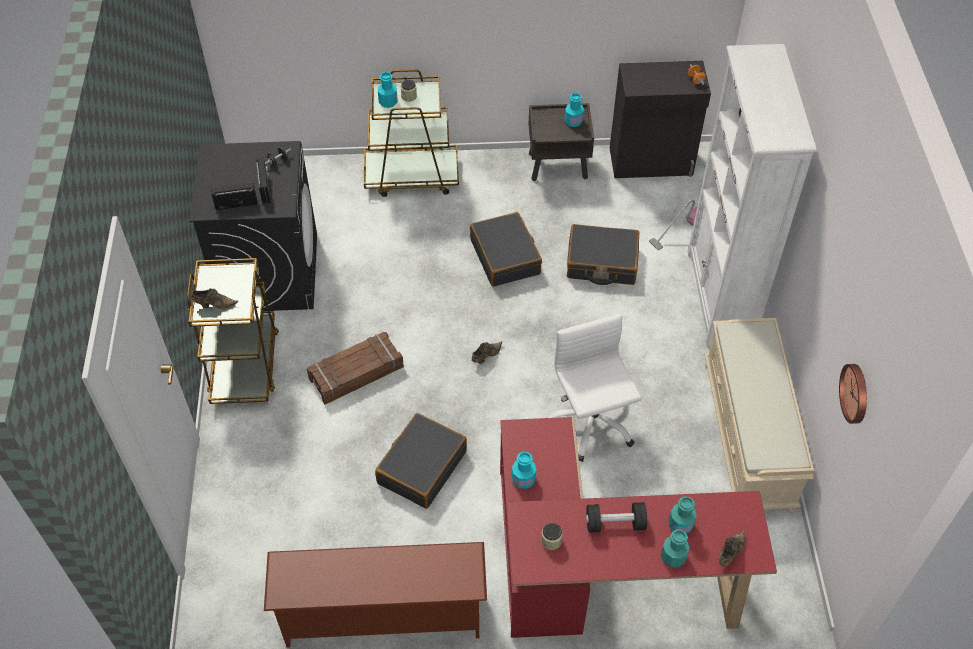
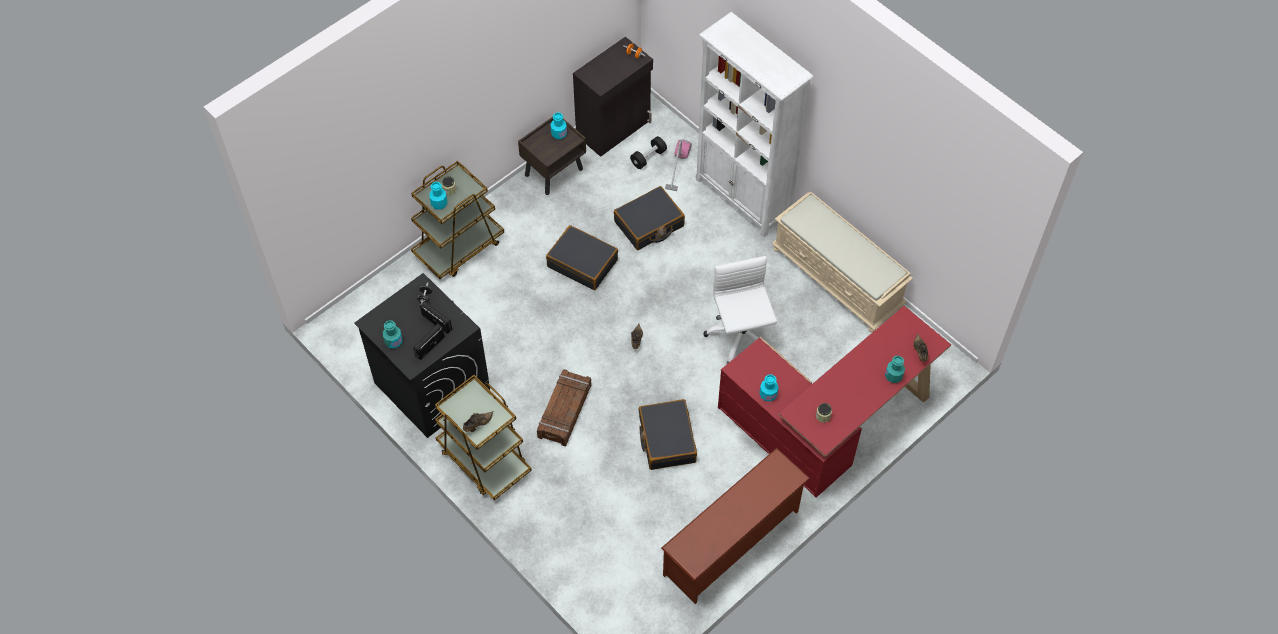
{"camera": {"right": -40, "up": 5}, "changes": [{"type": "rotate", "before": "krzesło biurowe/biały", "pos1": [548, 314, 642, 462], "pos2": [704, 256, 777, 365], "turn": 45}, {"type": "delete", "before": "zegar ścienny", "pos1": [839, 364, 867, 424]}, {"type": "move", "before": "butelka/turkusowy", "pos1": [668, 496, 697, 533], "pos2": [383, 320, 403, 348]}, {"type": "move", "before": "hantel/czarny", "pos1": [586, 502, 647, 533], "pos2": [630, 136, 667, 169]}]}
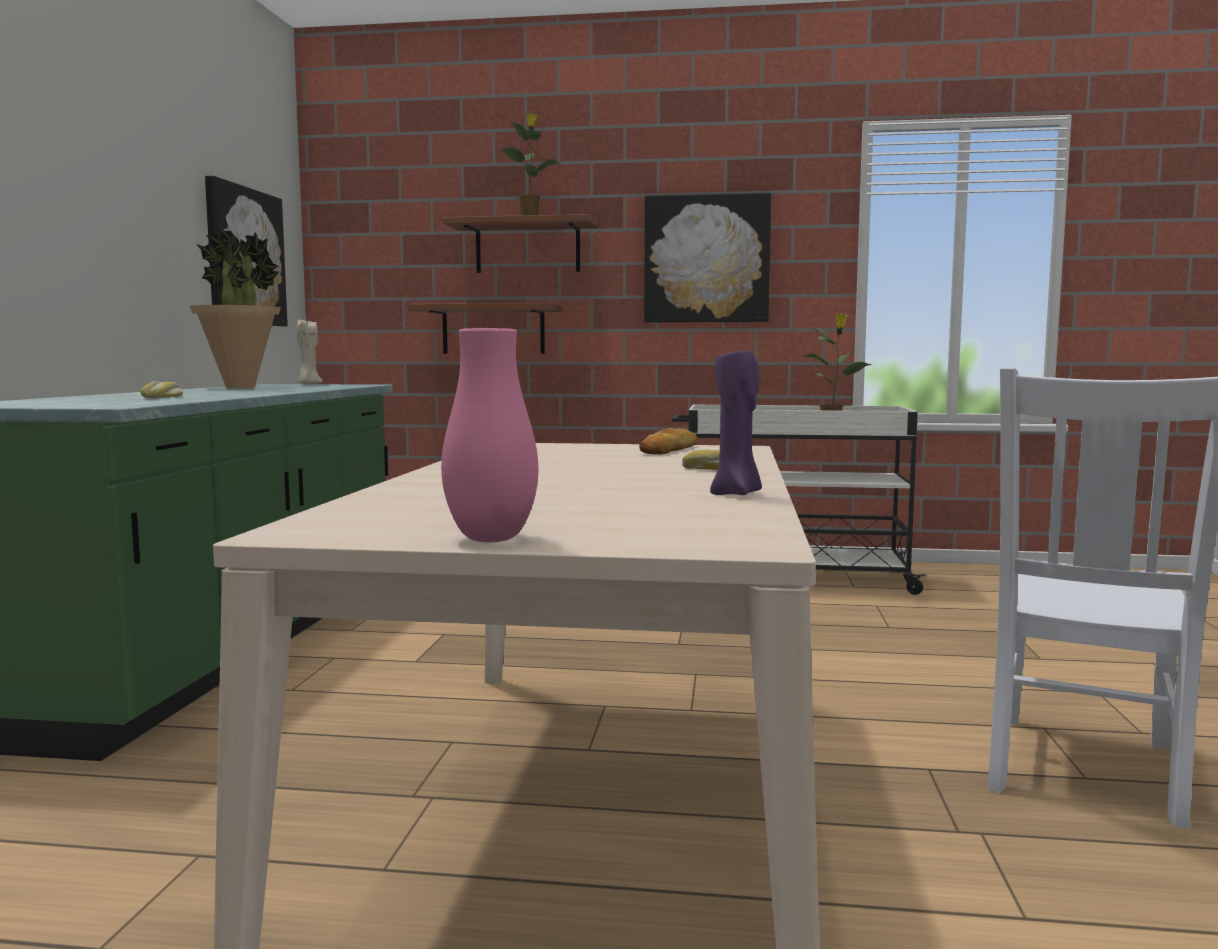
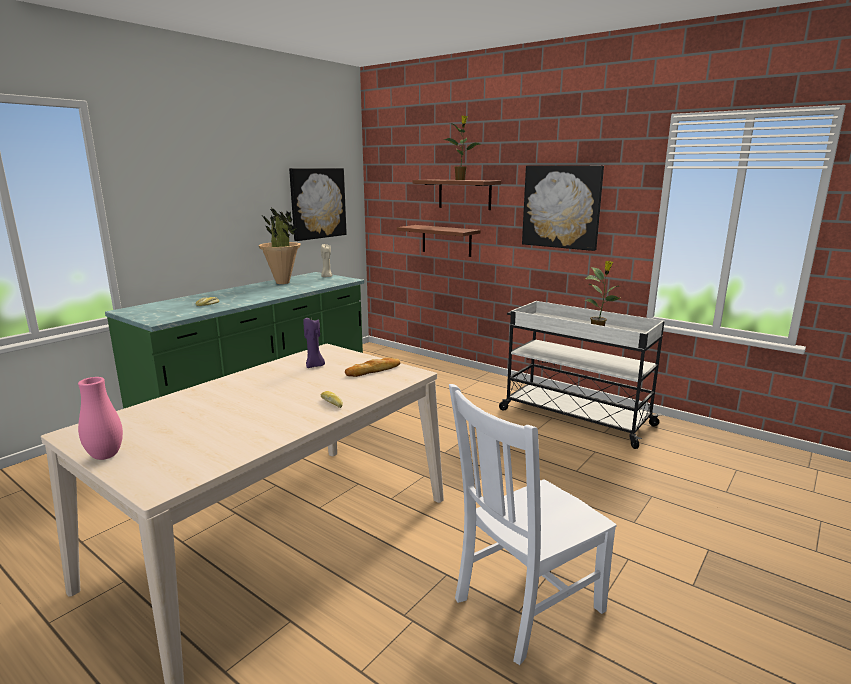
{"camera": {"right": 30, "up": 10}, "changes": [{"type": "move", "before": "świeca/fioletowy", "pos1": [710, 347, 762, 495], "pos2": [303, 318, 325, 368]}]}
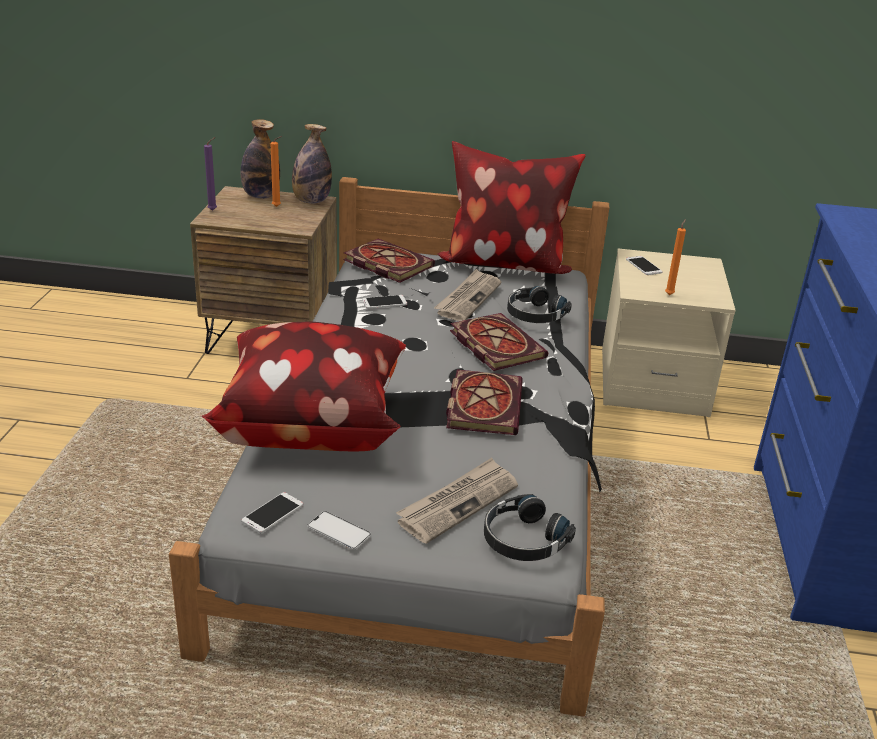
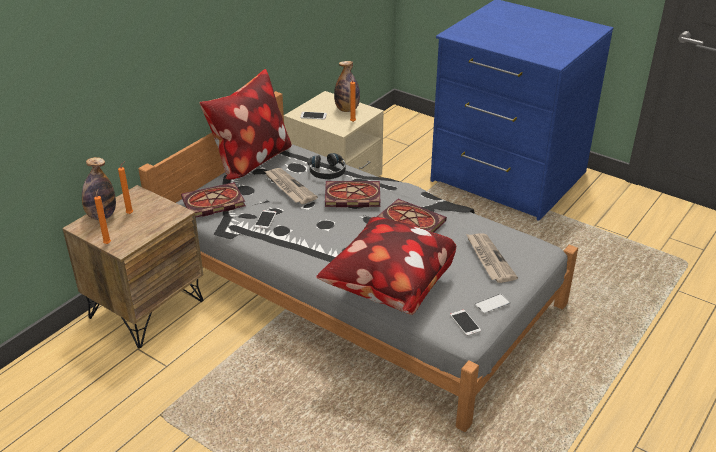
{"camera": {"right": -60, "up": 5}, "changes": [{"type": "move", "before": "butelka", "pos1": [292, 124, 332, 204], "pos2": [334, 61, 360, 112]}, {"type": "recolor", "before": "świeca/fioletowy", "after": "świeca/pomarańczowy", "pos1": [204, 137, 217, 211], "pos2": [94, 189, 111, 244]}, {"type": "delete", "before": "słuchawki/czarny", "pos1": [484, 494, 576, 561]}]}
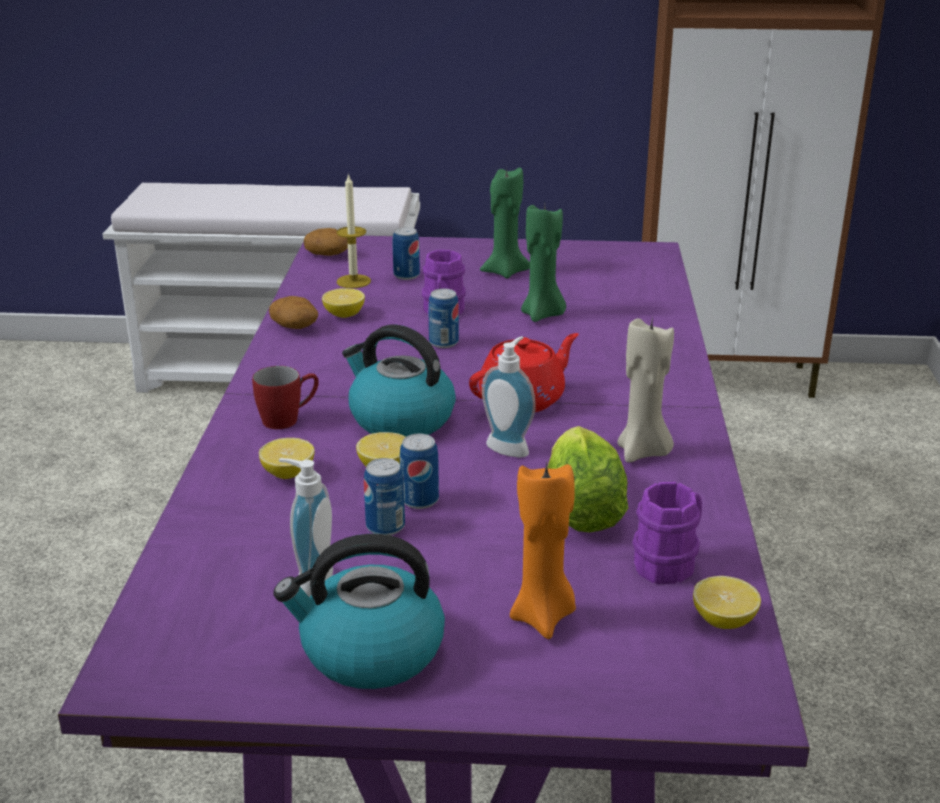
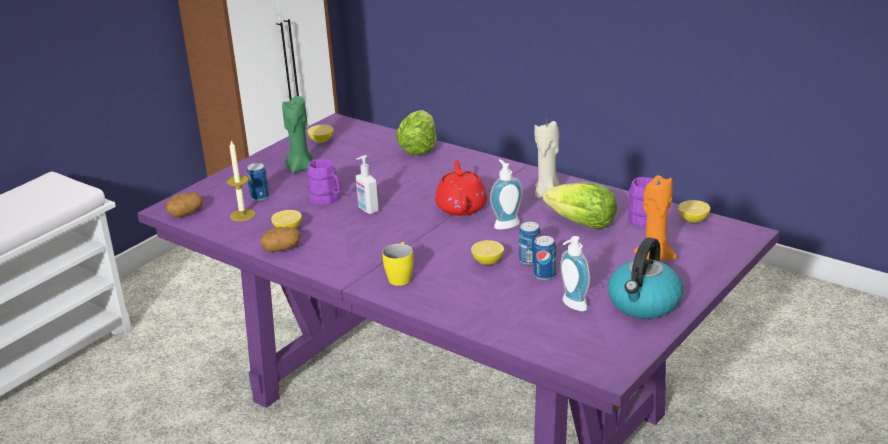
{"camera": {"right": -55, "up": 0}, "changes": [{"type": "delete", "before": "świeca/zielony", "pos1": [521, 205, 566, 322]}, {"type": "replace", "before": "puszka", "after": "dozownik mydła", "pos1": [428, 289, 459, 348], "pos2": [356, 155, 379, 214]}, {"type": "delete", "before": "czajnik", "pos1": [342, 325, 456, 437]}, {"type": "recolor", "before": "kubek/czerwony", "after": "kubek/żółty", "pos1": [252, 366, 319, 429], "pos2": [382, 242, 413, 286]}, {"type": "move", "before": "cytryna", "pos1": [259, 438, 315, 479], "pos2": [307, 125, 334, 143]}, {"type": "insert", "after": "sałata", "pos2": [396, 110, 437, 155]}]}
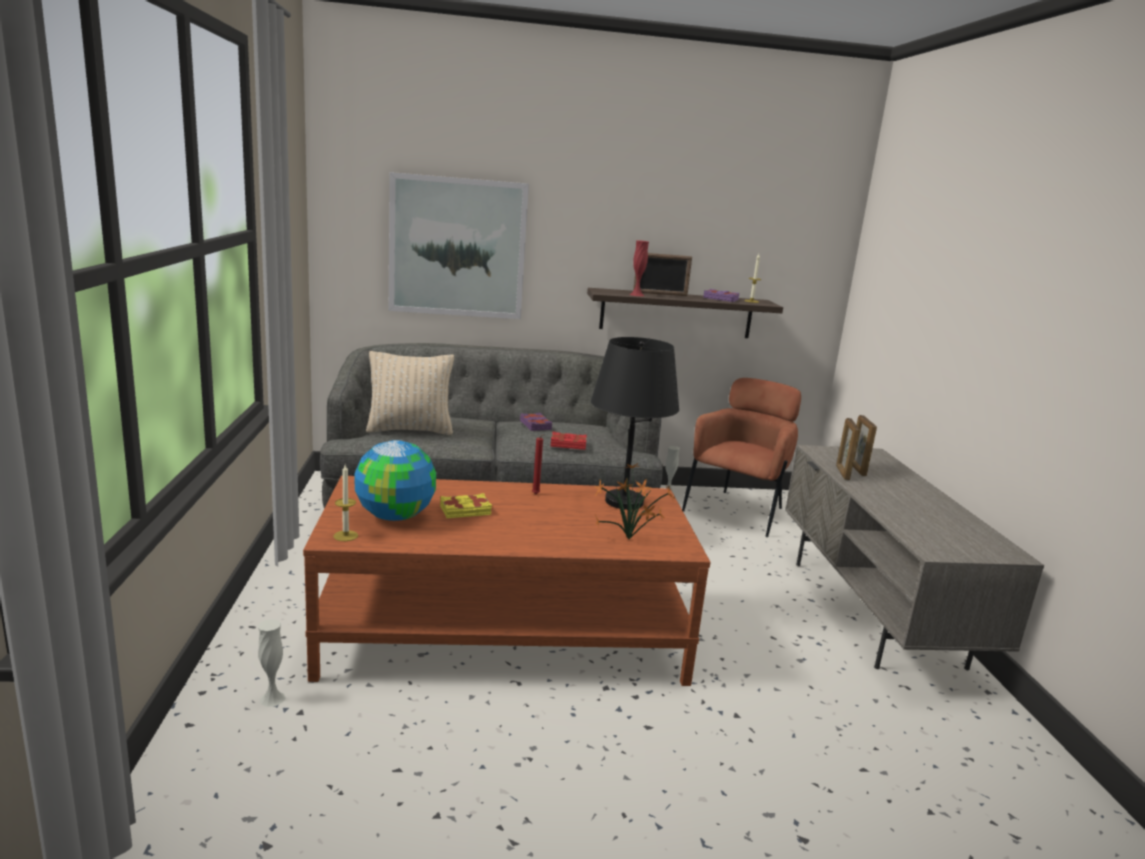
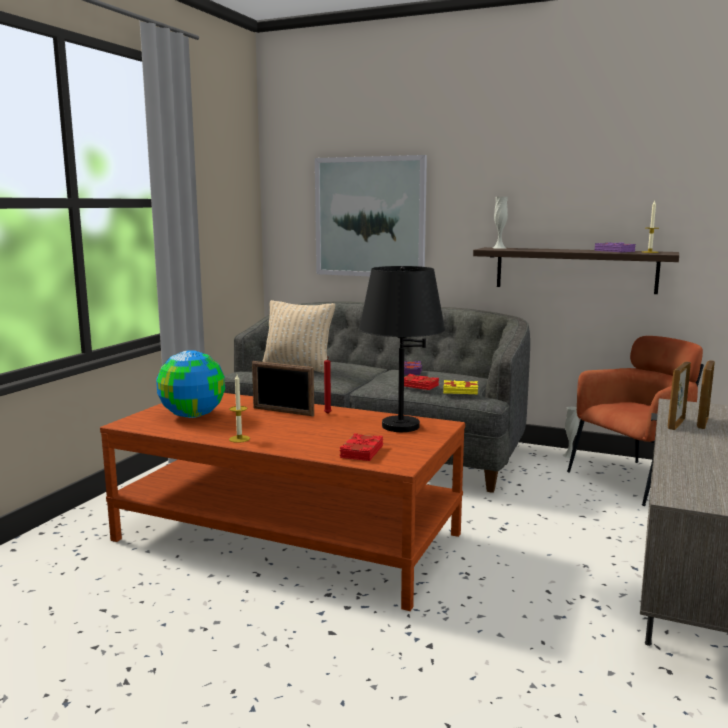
{"camera": {"right": 30, "up": -5}, "changes": [{"type": "delete", "before": "wazon/czerwony", "pos1": [629, 240, 649, 296]}, {"type": "move", "before": "ramka na zdjęcie", "pos1": [633, 253, 692, 296], "pos2": [252, 361, 314, 416]}, {"type": "replace", "before": "roślina doniczkowa", "after": "książka/czerwony", "pos1": [594, 463, 676, 540], "pos2": [340, 433, 383, 461]}, {"type": "move", "before": "świeca", "pos1": [333, 465, 358, 541], "pos2": [229, 375, 250, 443]}, {"type": "move", "before": "książka/żółty", "pos1": [440, 493, 492, 518], "pos2": [443, 380, 478, 394]}, {"type": "move", "before": "wazon/biały", "pos1": [258, 619, 286, 707], "pos2": [493, 197, 508, 249]}]}
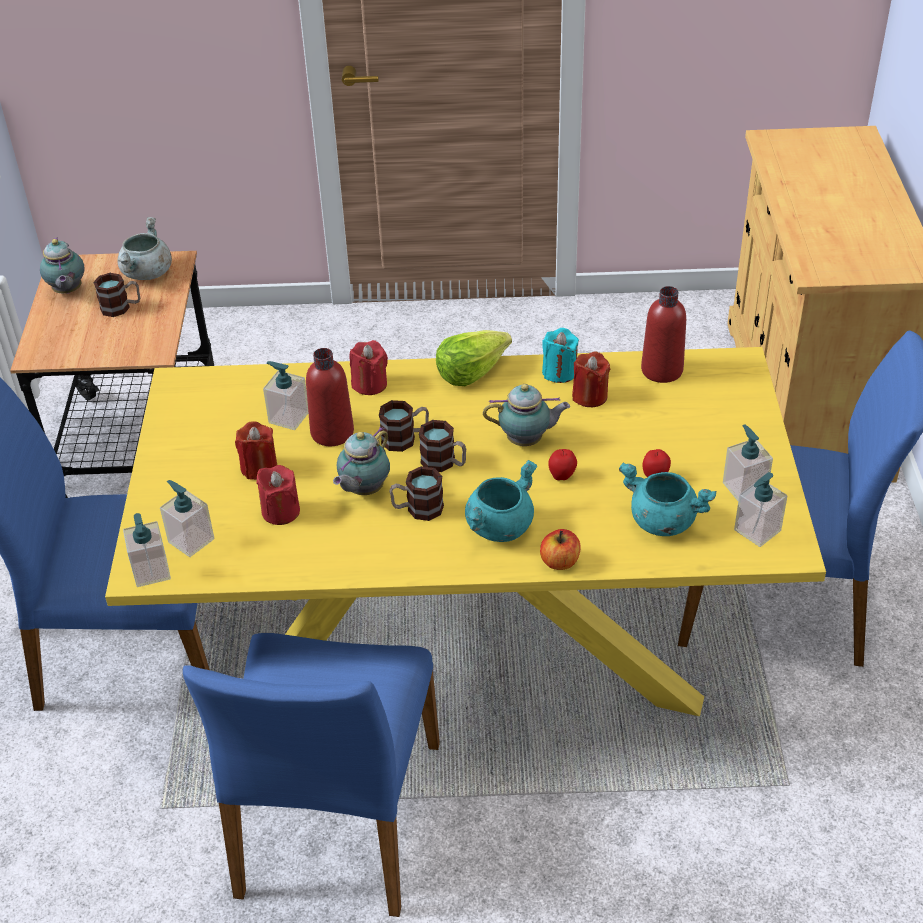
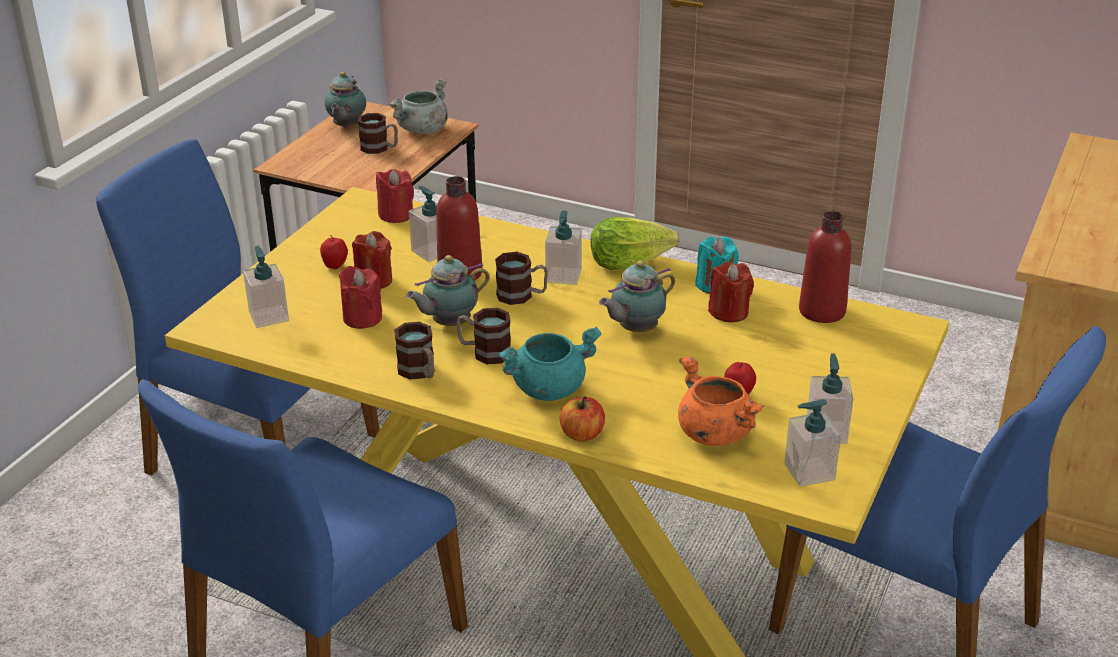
{"camera": {"right": 25, "up": -10}, "changes": [{"type": "move", "before": "świeca/czerwony", "pos1": [350, 340, 388, 395], "pos2": [376, 169, 414, 223]}, {"type": "rotate", "before": "imbryk", "pos1": [483, 384, 570, 446], "pos2": [599, 261, 675, 332], "turn": 120}, {"type": "move", "before": "kubek", "pos1": [419, 420, 466, 472], "pos2": [394, 322, 435, 379]}, {"type": "move", "before": "jabłko", "pos1": [548, 449, 577, 480], "pos2": [320, 235, 348, 269]}, {"type": "recolor", "before": "garnek/turkusowy", "after": "garnek/pomarańczowy", "pos1": [619, 463, 716, 536], "pos2": [678, 356, 764, 446]}, {"type": "move", "before": "dozownik mydła", "pos1": [123, 513, 171, 587], "pos2": [545, 210, 582, 285]}]}
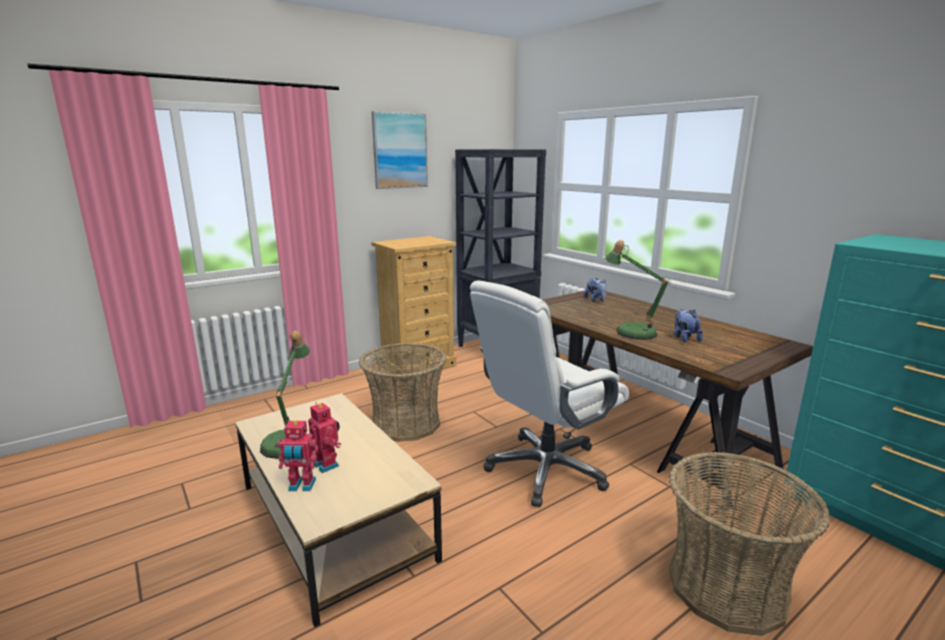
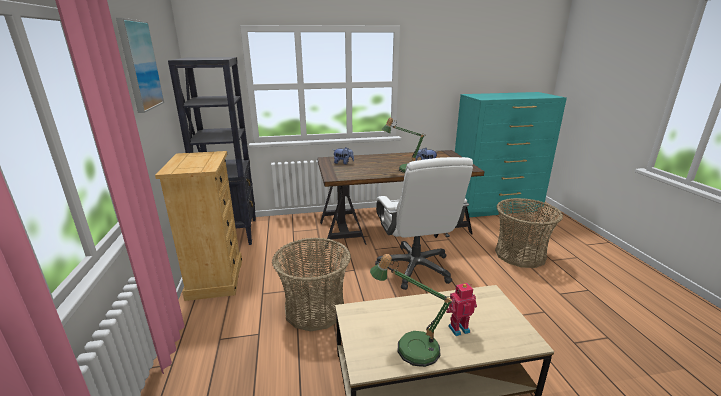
{"camera": {"right": -65, "up": 5}, "changes": [{"type": "delete", "before": "robot zabawkowy", "pos1": [278, 420, 318, 491]}]}
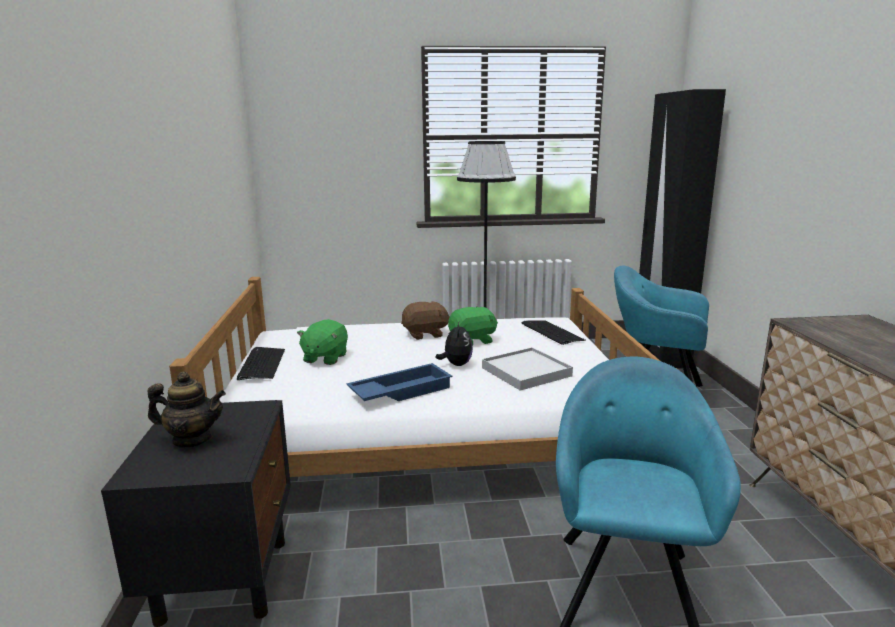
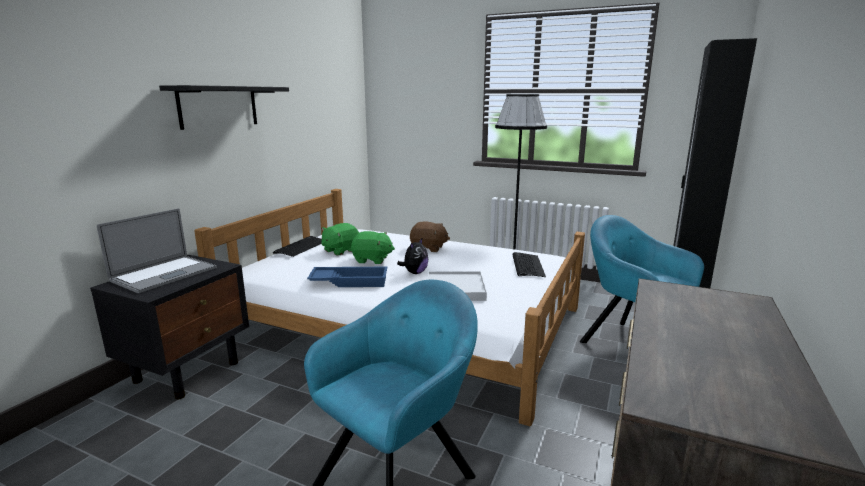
{"camera": {"right": 30, "up": 0}, "changes": [{"type": "move", "before": "pluszak/zielony", "pos1": [448, 306, 498, 346], "pos2": [351, 231, 395, 264]}, {"type": "replace", "before": "imbryk", "after": "laptop", "pos1": [148, 371, 226, 448], "pos2": [97, 208, 217, 293]}, {"type": "insert", "after": "półka/czarny", "pos2": [159, 85, 289, 130]}]}
